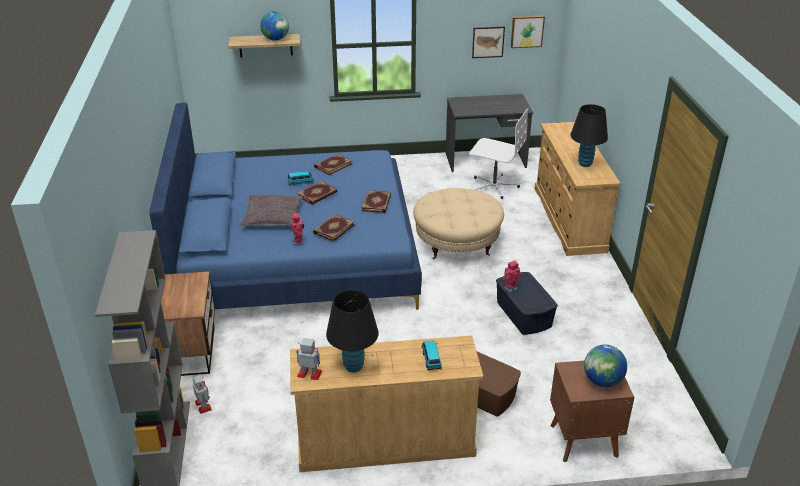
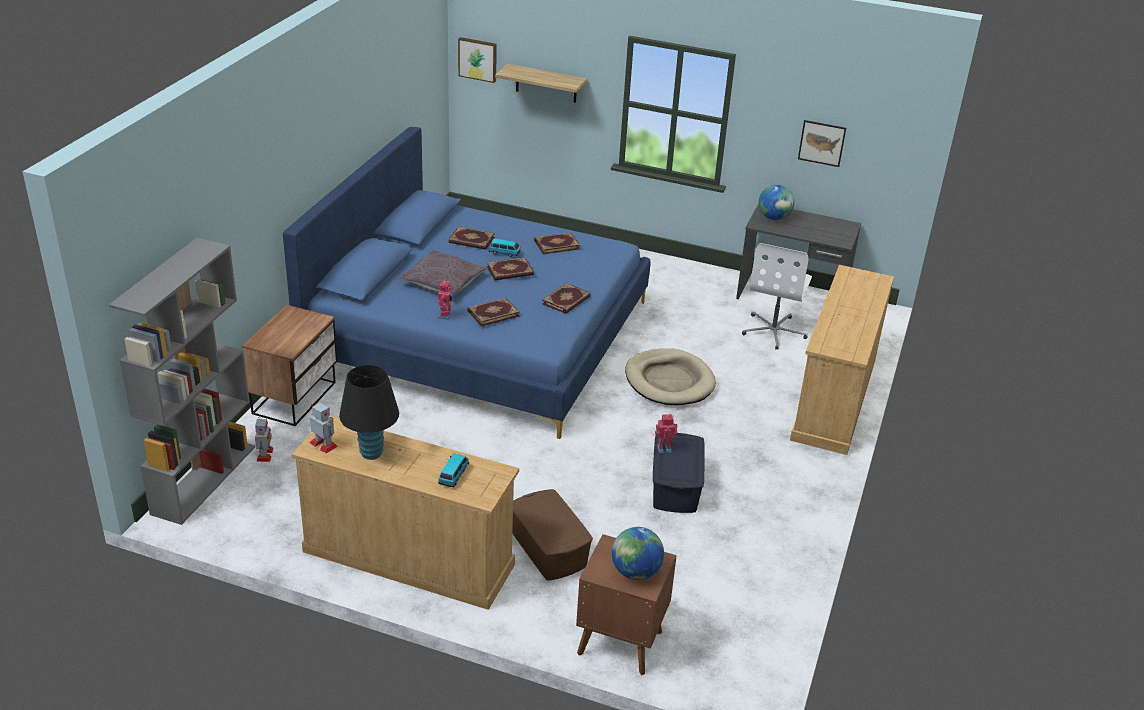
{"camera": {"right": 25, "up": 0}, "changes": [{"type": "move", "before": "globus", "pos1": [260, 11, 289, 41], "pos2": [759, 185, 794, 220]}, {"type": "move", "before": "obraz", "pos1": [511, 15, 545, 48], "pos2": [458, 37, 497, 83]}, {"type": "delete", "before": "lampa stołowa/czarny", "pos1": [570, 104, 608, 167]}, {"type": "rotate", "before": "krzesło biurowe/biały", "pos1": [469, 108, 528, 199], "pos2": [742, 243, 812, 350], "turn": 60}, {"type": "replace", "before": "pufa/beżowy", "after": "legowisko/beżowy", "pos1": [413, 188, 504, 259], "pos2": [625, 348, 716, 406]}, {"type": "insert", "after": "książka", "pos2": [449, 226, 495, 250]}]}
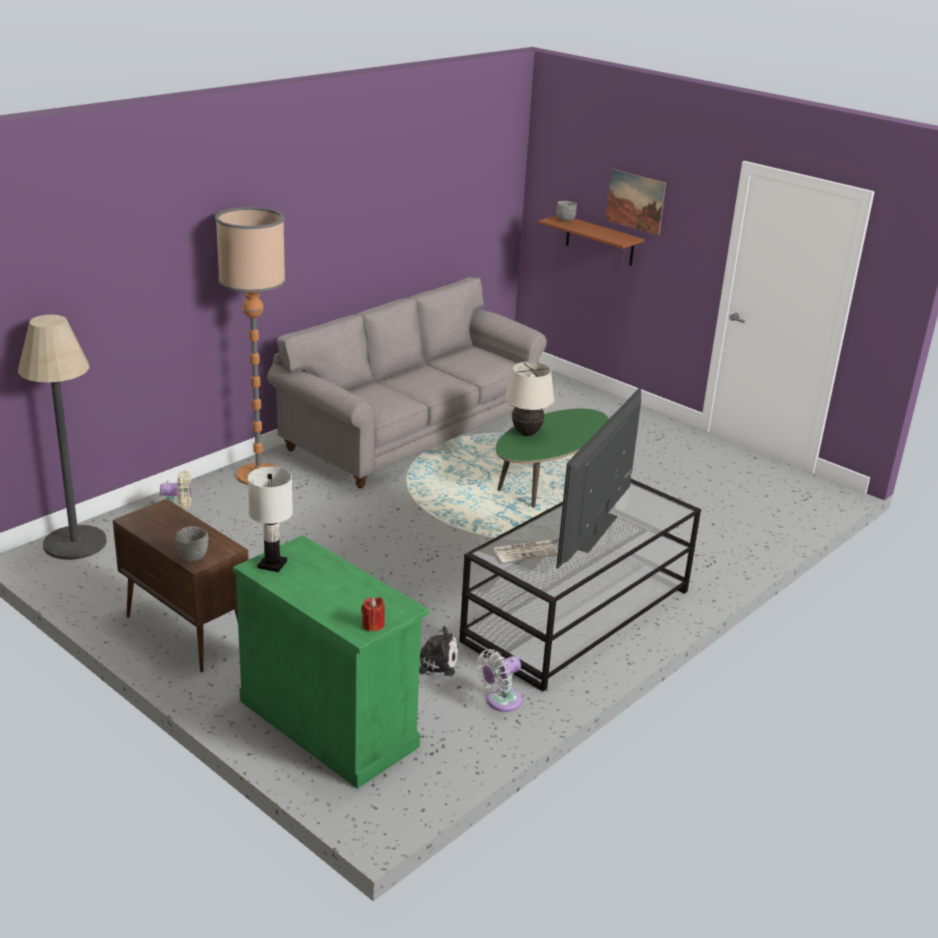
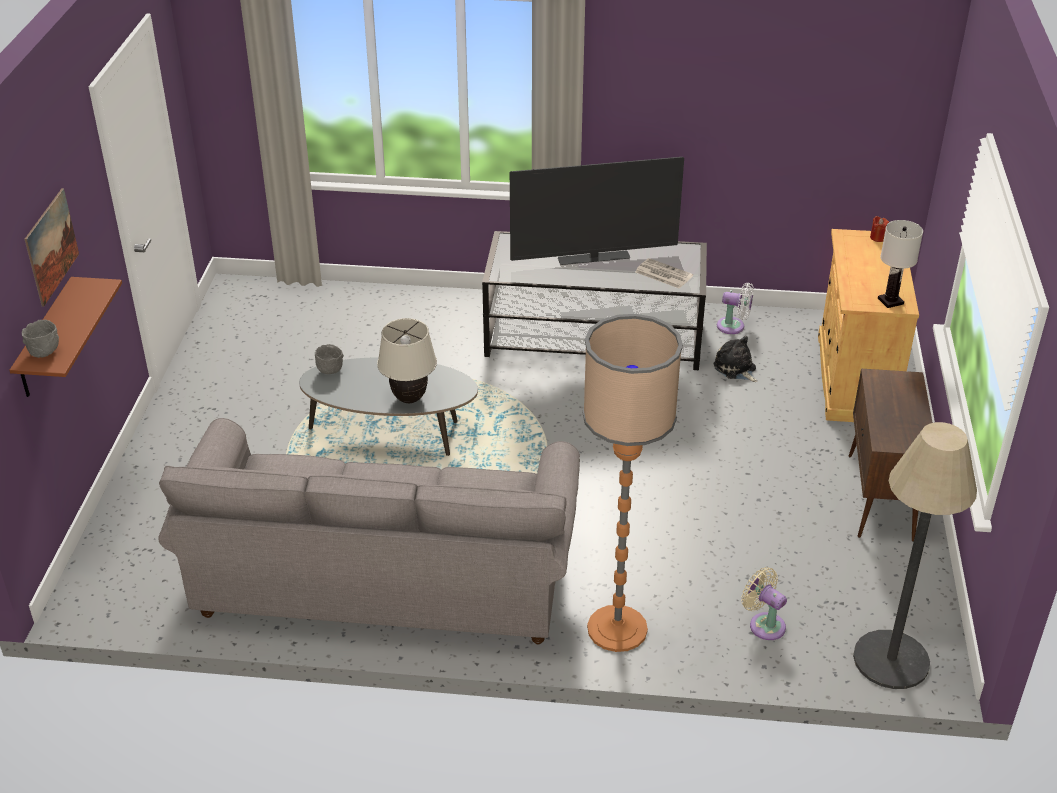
{"camera": {"right": -125, "up": 10}, "changes": [{"type": "recolor", "before": "ława/zielony", "after": "ława/szary", "pos1": [496, 409, 609, 508], "pos2": [299, 357, 478, 456]}, {"type": "move", "before": "miska/szary", "pos1": [175, 526, 209, 562], "pos2": [315, 344, 344, 374]}, {"type": "recolor", "before": "szafka/zielony", "after": "szafka/beżowy", "pos1": [233, 535, 429, 789], "pos2": [818, 229, 919, 422]}]}
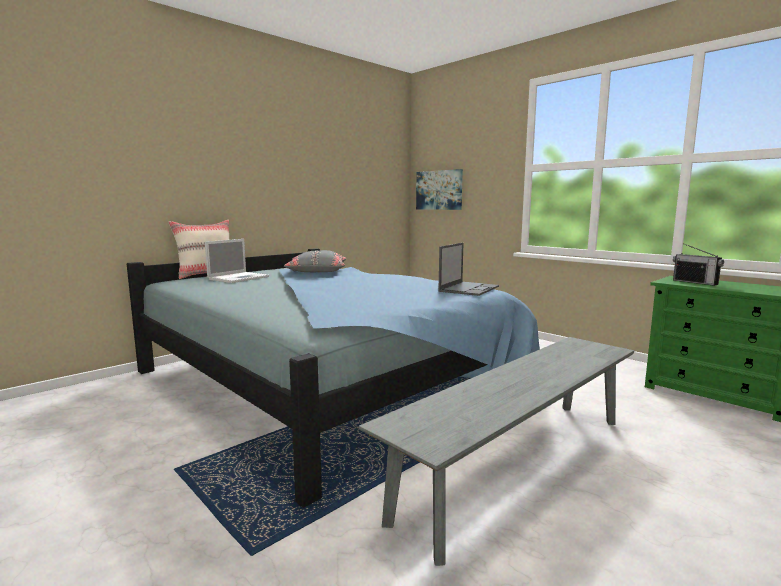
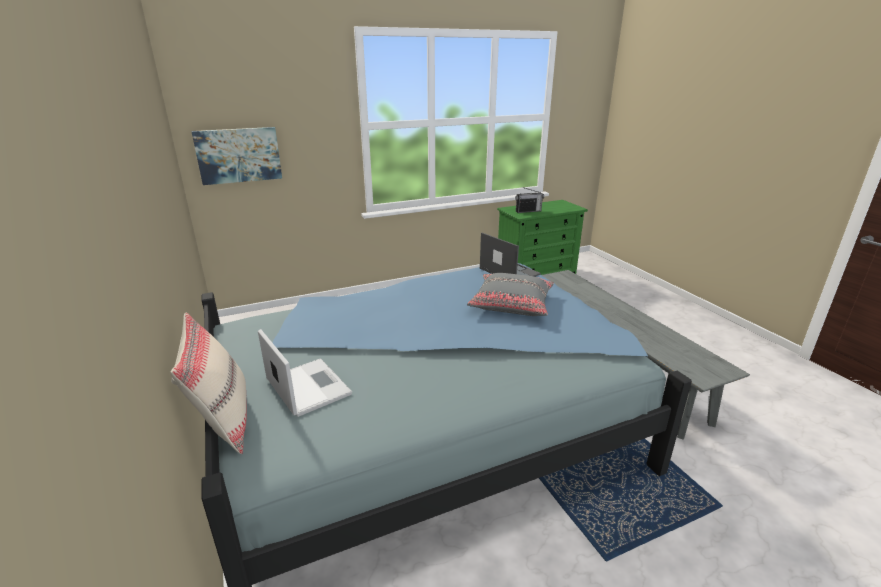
{"camera": {"right": -70, "up": 15}, "changes": [{"type": "move", "before": "poduszka/szary", "pos1": [284, 250, 346, 272], "pos2": [467, 273, 554, 316]}]}
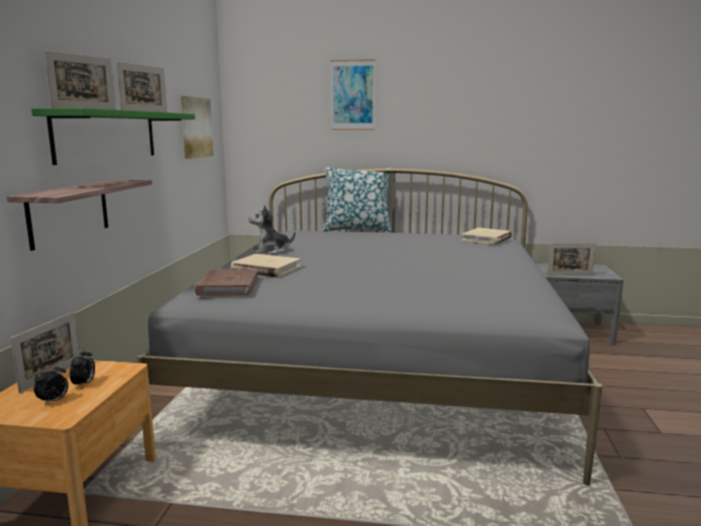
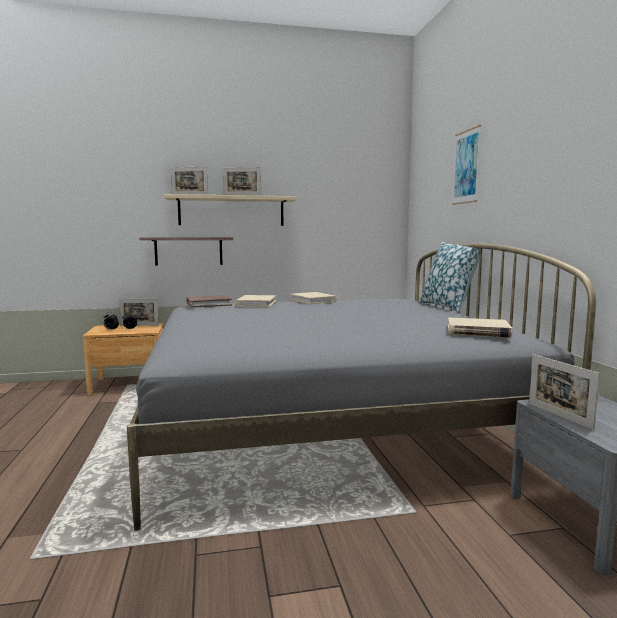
{"camera": {"right": 70, "up": -5}, "changes": [{"type": "delete", "before": "obraz", "pos1": [181, 96, 213, 159]}, {"type": "recolor", "before": "półka/zielony", "after": "półka/beżowy", "pos1": [32, 108, 195, 165], "pos2": [164, 194, 298, 226]}, {"type": "replace", "before": "pluszak", "after": "książka/beżowy", "pos1": [249, 205, 295, 254], "pos2": [290, 292, 337, 304]}]}
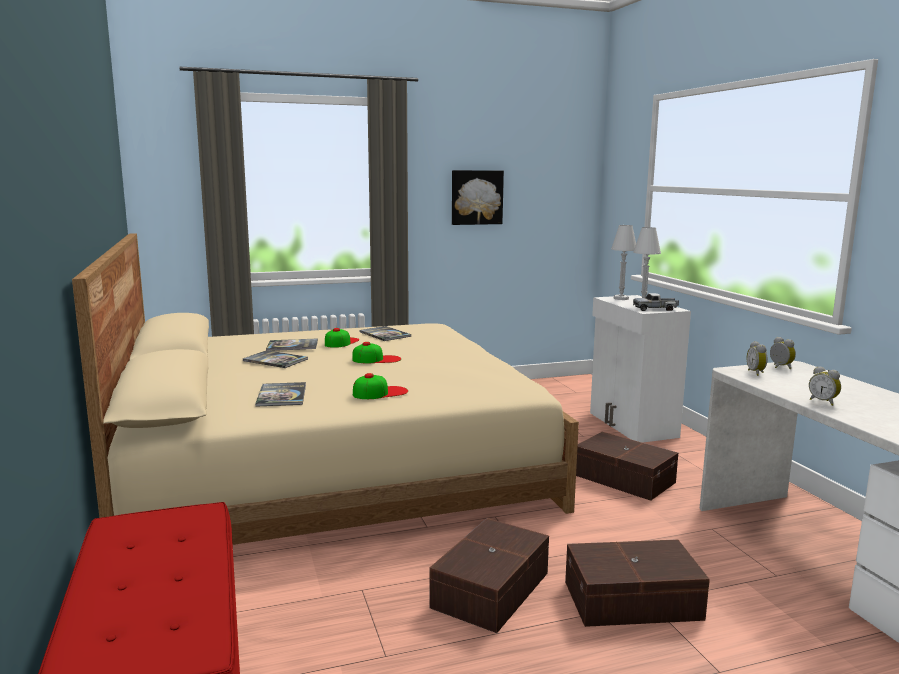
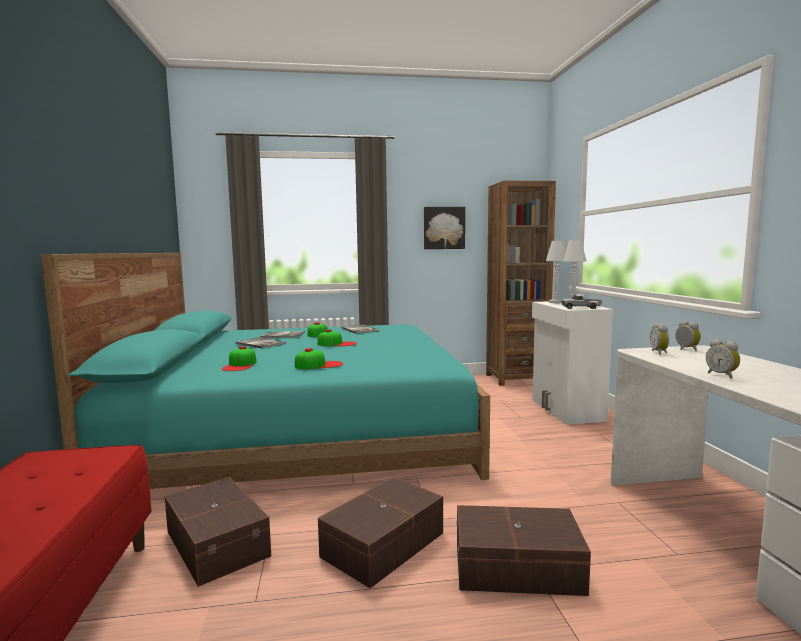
{"camera": {"right": 10, "up": -5}, "changes": [{"type": "recolor", "before": "łóżko/beżowy", "after": "łóżko/turkusowy", "pos1": [72, 234, 579, 545], "pos2": [41, 253, 490, 489]}, {"type": "replace", "before": "książka", "after": "czapka z daszkiem", "pos1": [255, 382, 306, 407], "pos2": [222, 346, 257, 371]}, {"type": "move", "before": "pojemnik do przechowywania/brązowy", "pos1": [576, 432, 678, 501], "pos2": [165, 477, 271, 587]}, {"type": "insert", "after": "regał/brązowy", "pos2": [486, 180, 556, 386]}]}
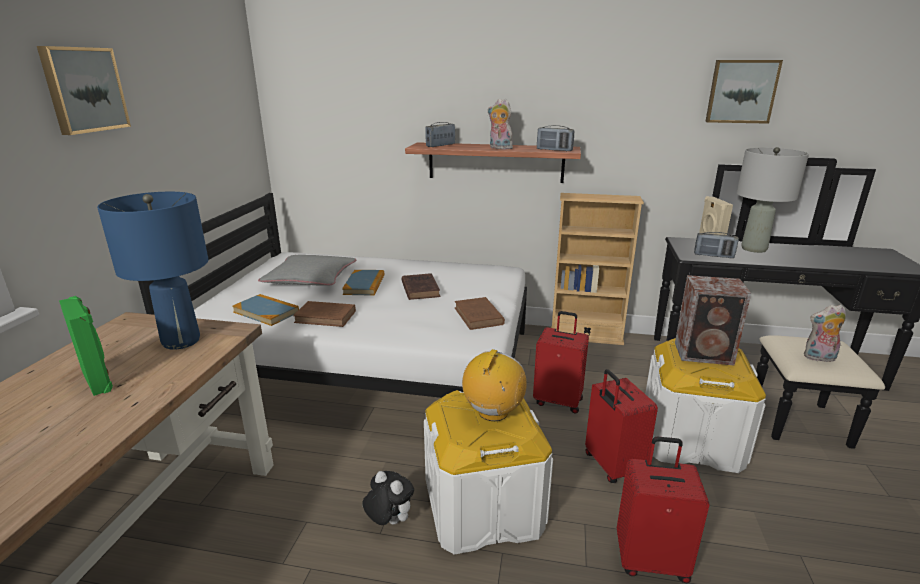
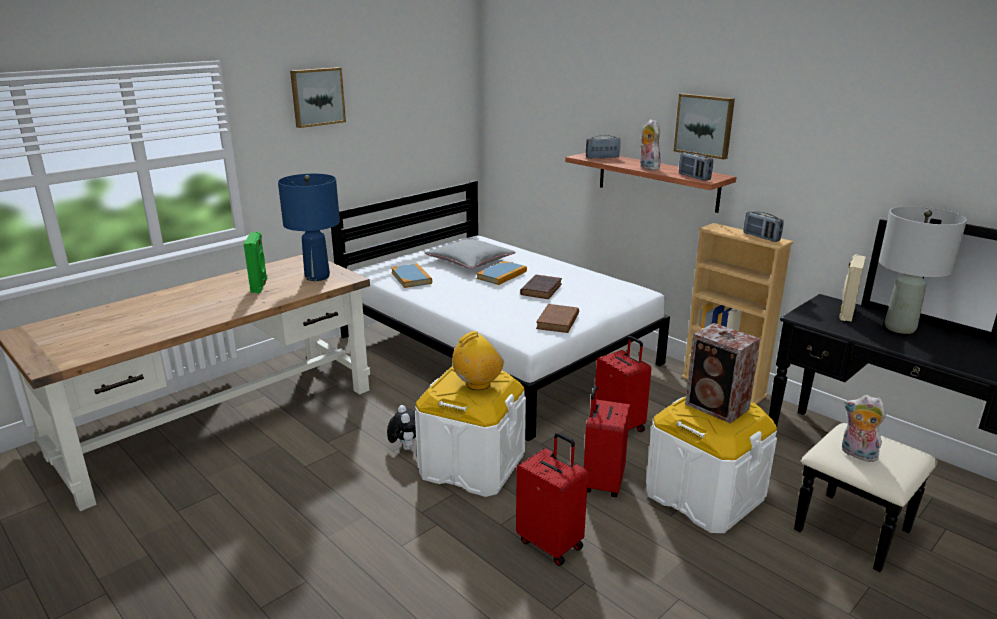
{"camera": {"right": 35, "up": 0}, "changes": [{"type": "move", "before": "obraz", "pos1": [705, 60, 783, 124], "pos2": [674, 93, 735, 160]}, {"type": "move", "before": "radio", "pos1": [694, 232, 739, 258], "pos2": [743, 211, 784, 242]}, {"type": "delete", "before": "książka/brązowy", "pos1": [293, 301, 356, 327]}]}
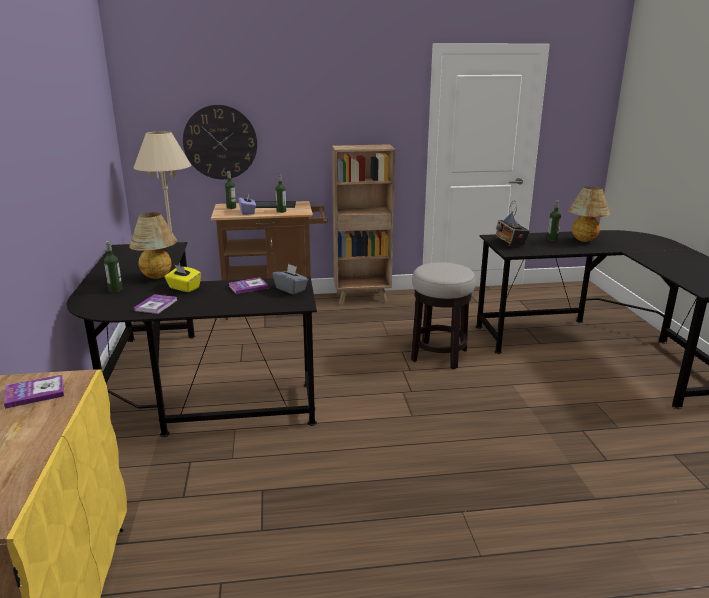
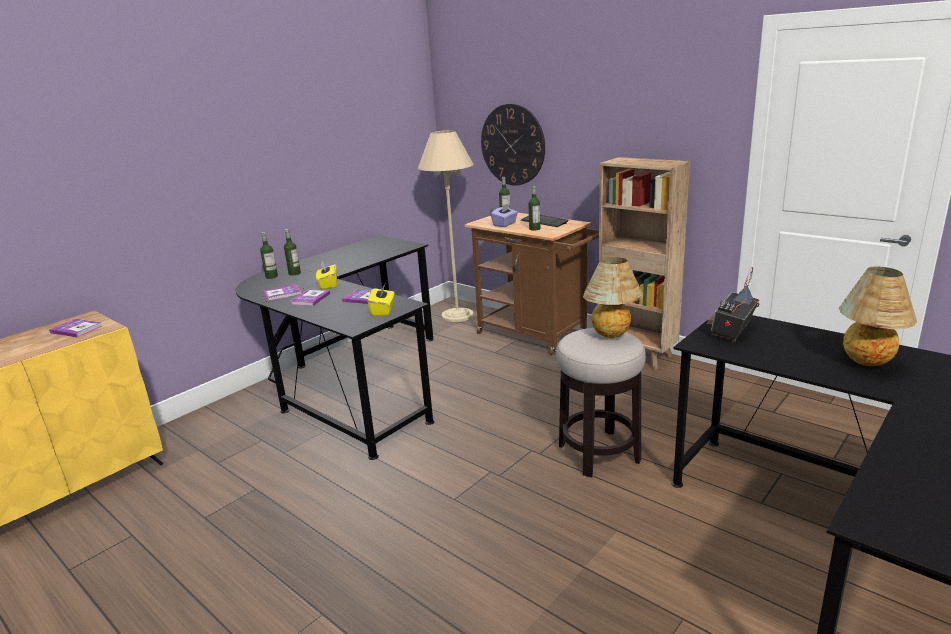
{"camera": {"right": 50, "up": 0}, "changes": [{"type": "move", "before": "butelka", "pos1": [547, 200, 561, 241], "pos2": [260, 232, 278, 279]}, {"type": "move", "before": "lampa stołowa", "pos1": [129, 213, 177, 279], "pos2": [583, 257, 643, 338]}, {"type": "recolor", "before": "pudełko chusteczek/szary", "after": "pudełko chusteczek/żółty", "pos1": [273, 264, 308, 294], "pos2": [368, 284, 394, 316]}, {"type": "insert", "after": "książka", "pos2": [291, 289, 330, 306]}]}
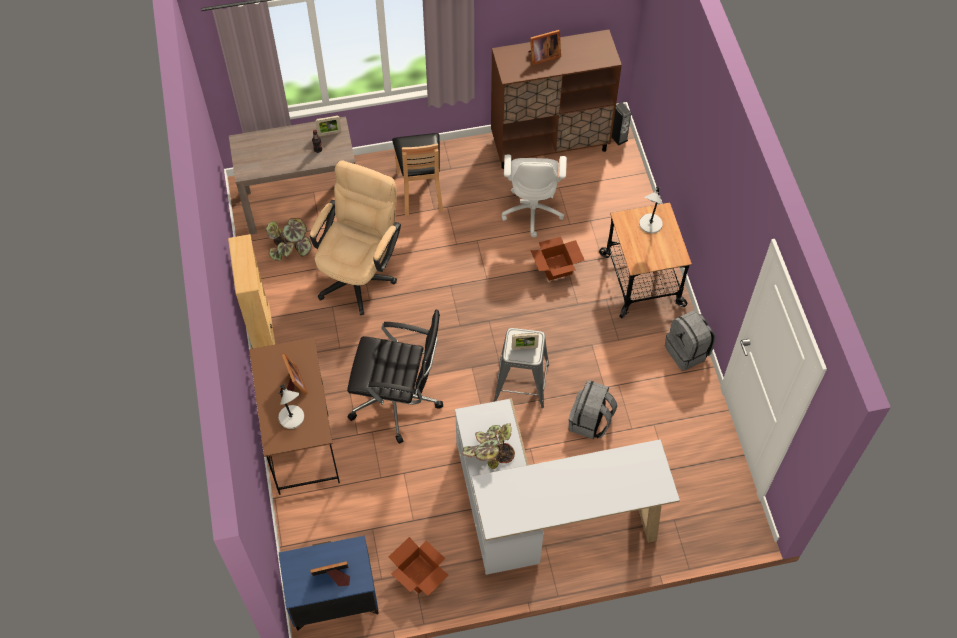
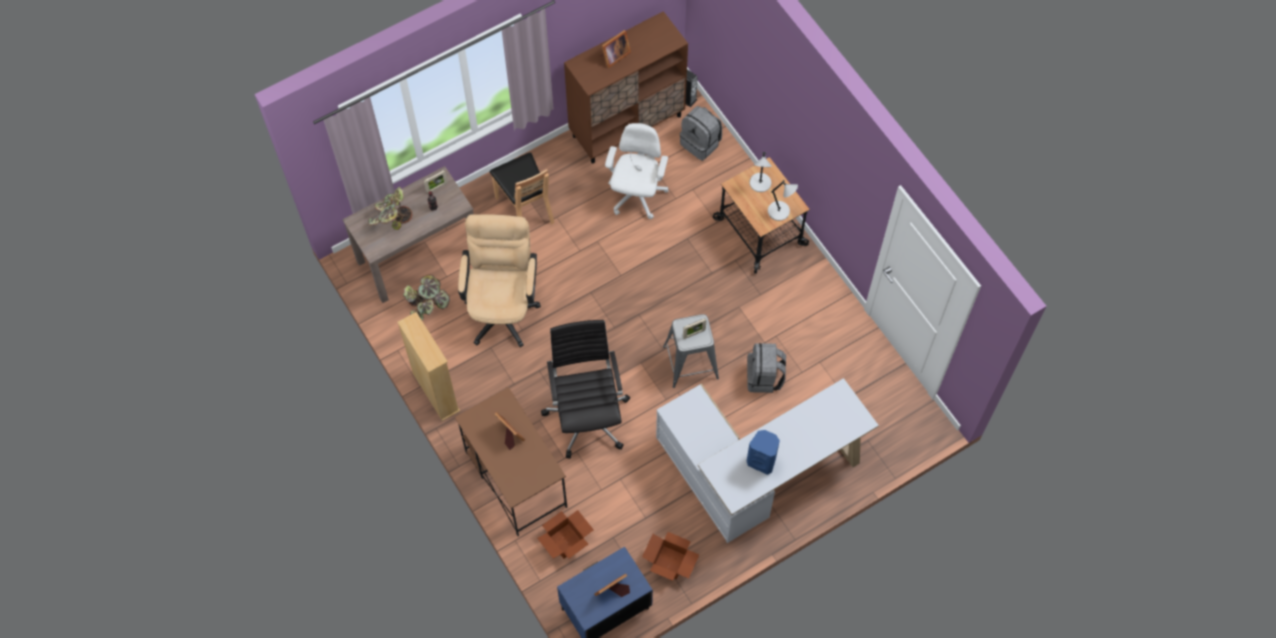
{"camera": {"right": -20, "up": 5}, "changes": [{"type": "rotate", "before": "krzesło biurowe/biały", "pos1": [502, 154, 567, 237], "pos2": [605, 123, 668, 219], "turn": -150}, {"type": "move", "before": "karton", "pos1": [530, 237, 585, 281], "pos2": [537, 510, 594, 559]}, {"type": "rotate", "before": "krzesło biurowe/czarny", "pos1": [347, 310, 443, 444], "pos2": [541, 320, 630, 459], "turn": -90}, {"type": "move", "before": "plecak/szary", "pos1": [665, 310, 715, 371], "pos2": [680, 106, 722, 161]}, {"type": "move", "before": "lampa stołowa/szary", "pos1": [278, 384, 304, 429], "pos2": [768, 180, 798, 221]}, {"type": "move", "before": "roślina doniczkowa", "pos1": [462, 423, 515, 469], "pos2": [368, 187, 413, 230]}, {"type": "insert", "after": "głośnik/niebieski", "pos2": [747, 430, 780, 475]}]}
